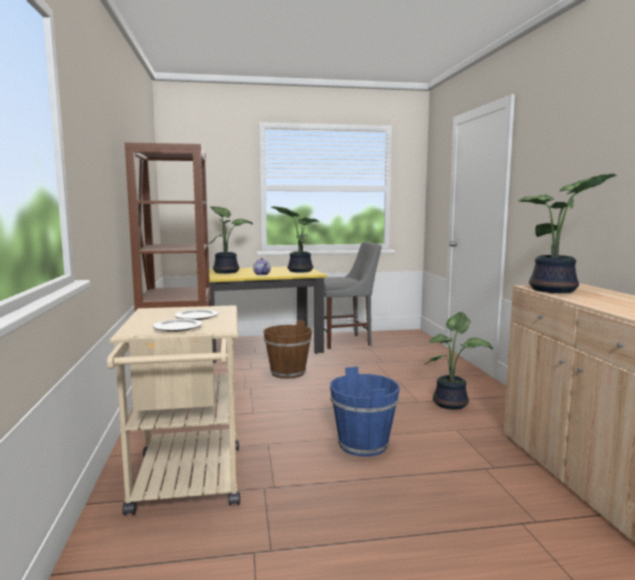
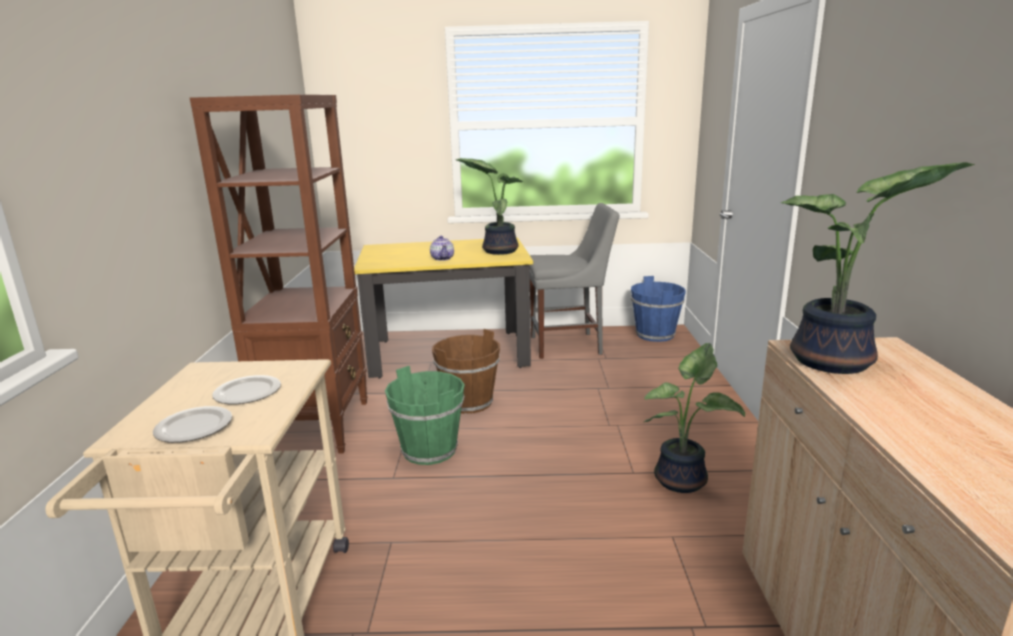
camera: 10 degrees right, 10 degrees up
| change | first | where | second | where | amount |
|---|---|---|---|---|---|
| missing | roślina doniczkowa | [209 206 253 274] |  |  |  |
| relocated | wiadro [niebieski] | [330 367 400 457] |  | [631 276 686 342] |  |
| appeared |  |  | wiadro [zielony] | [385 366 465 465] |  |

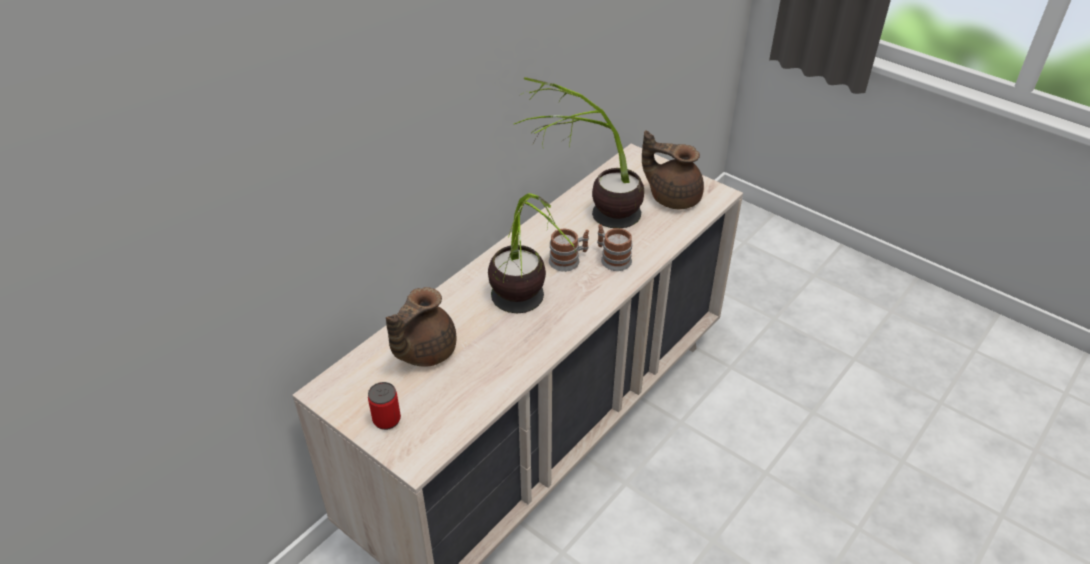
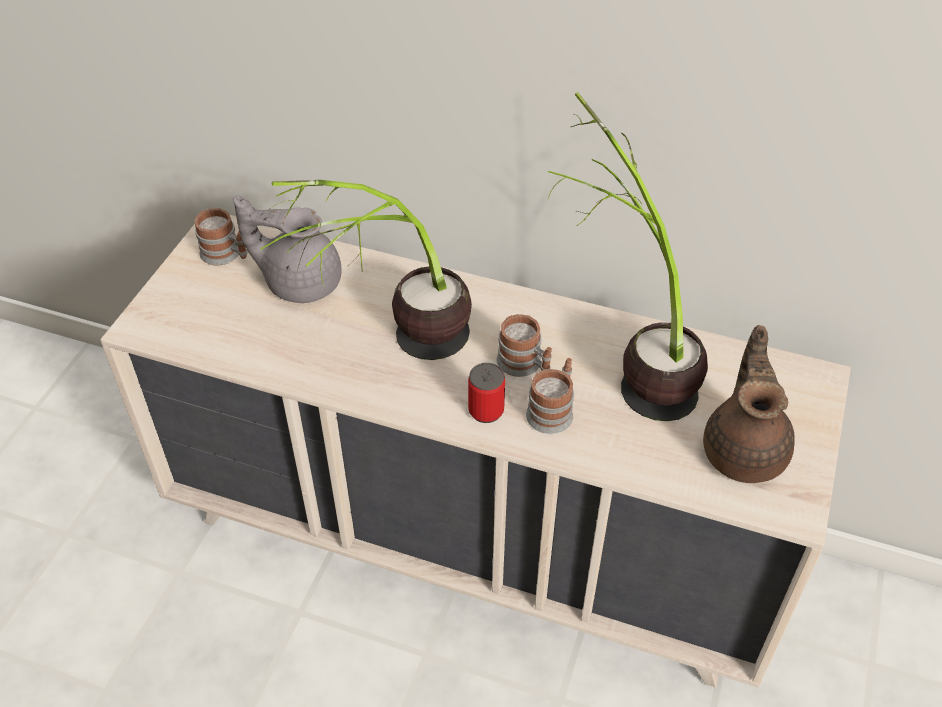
camera: 70 degrees right, 5 degrees up
| change | first | where | second | where | amount |
|---|---|---|---|---|---|
| relocated | puszka | [368 382 401 430] |  | [468 363 505 423] |  |
| colour | imbryk [brązowy] | [386 287 456 367] | imbryk [szary] | [233 195 342 303] |  |
| appeared |  |  | kubek | [195 208 247 265] |  |

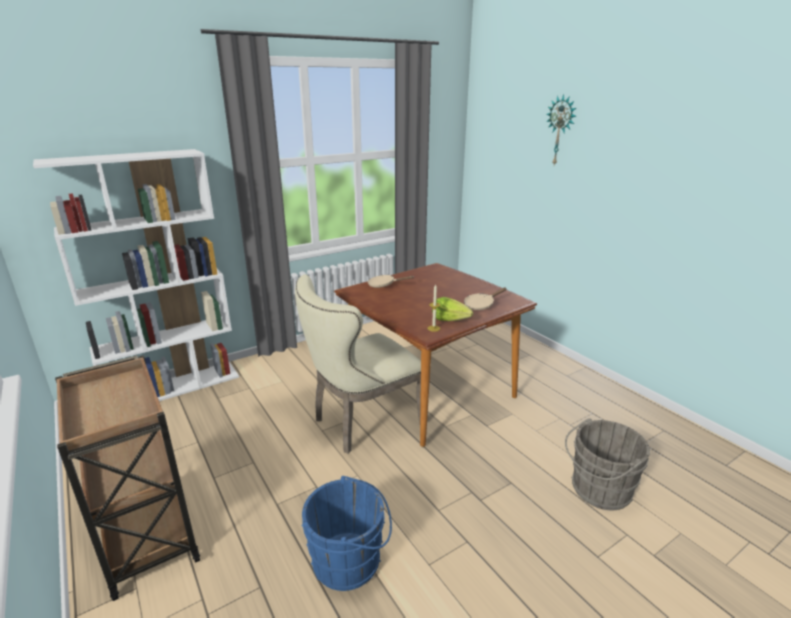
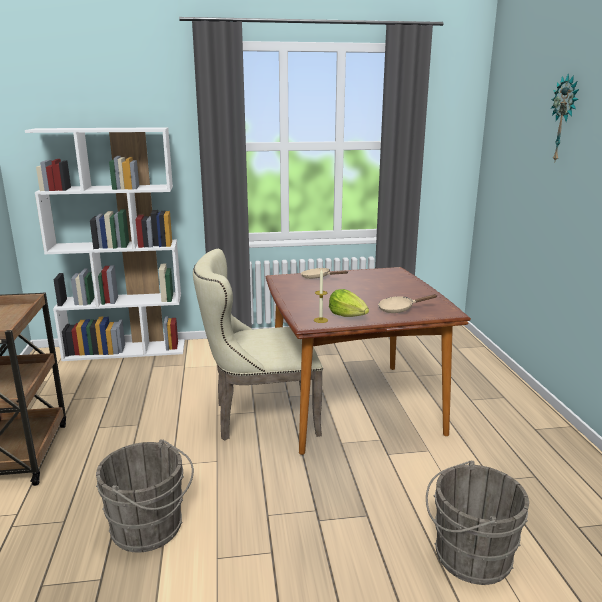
camera: 25 degrees right, 5 degrees down
| change | first | where | second | where | amount |
|---|---|---|---|---|---|
| colour | wiadro [niebieski] | [302 476 392 591] | wiadro [szary] | [96 439 194 553] |  |

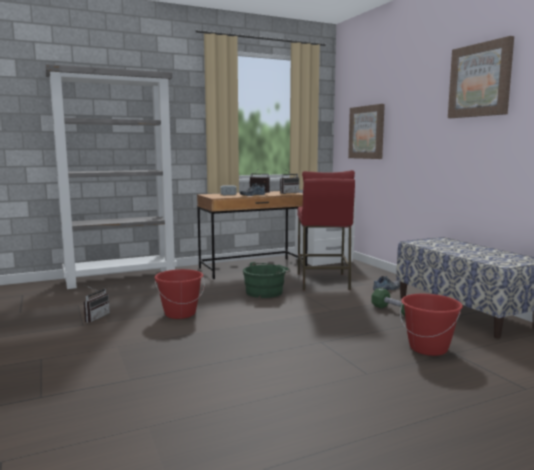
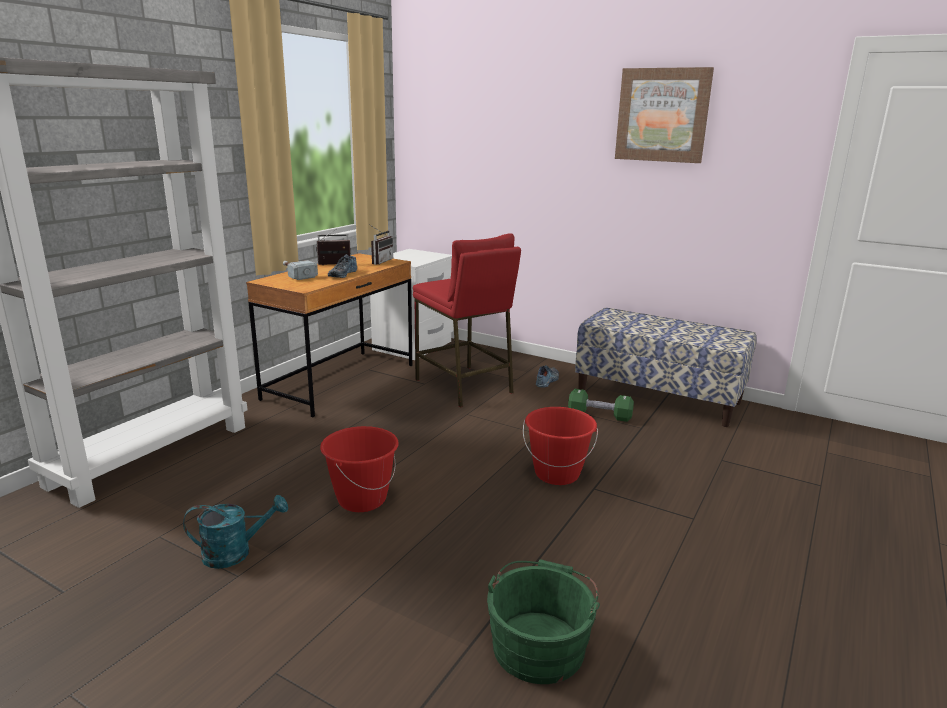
camera: 35 degrees left, 10 degrees up
| change | first | where | second | where | amount |
|---|---|---|---|---|---|
| exchanged | radio | [84 285 110 323] | konewka [turkusowy] | [183 495 288 569] |  |
| relocated | wiadro [zielony] | [243 262 290 298] |  | [487 559 600 684] |  |
| missing | obraz | [348 104 385 159] |  |  |  |
| relocated | wiadro [czerwony] | [400 294 463 356] |  | [523 407 598 485] |  |

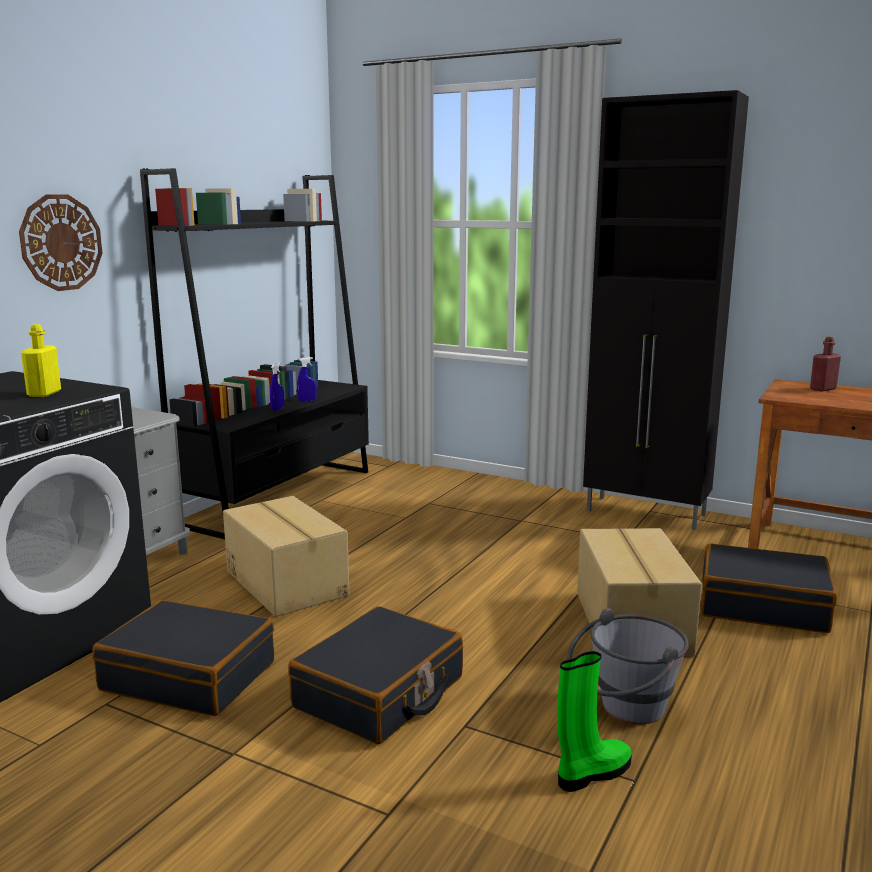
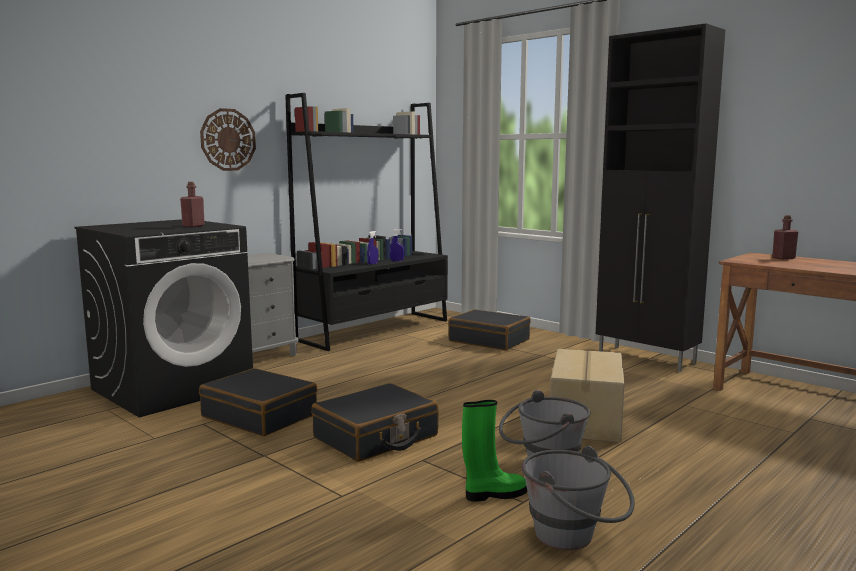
camera: 15 degrees right, 5 degrees down
| change | first | where | second | where | amount |
|---|---|---|---|---|---|
| colour | butelka [żółty] | [21 324 61 397] | butelka [czerwony] | [180 182 205 228] |  |
| missing | karton | [223 496 349 617] |  |  |  |
| relocated | walizka [czarny] | [701 543 837 633] |  | [448 309 531 350] |  |
| appeared |  |  | wiadro [szary] | [522 446 635 550] |  |

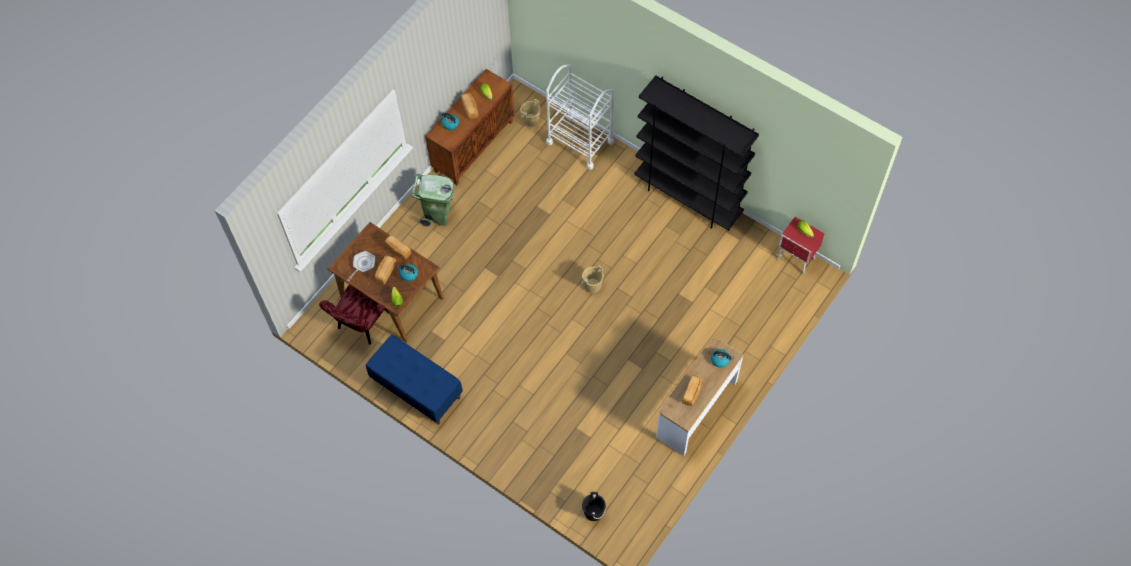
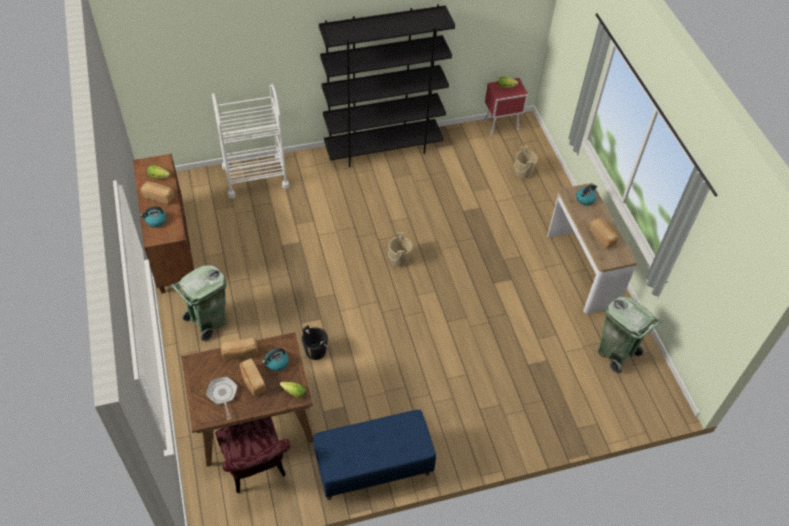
camera: 55 degrees left, 10 degrees down
| change | first | where | second | where | amount |
|---|---|---|---|---|---|
| relocated | wiadro [beżowy] | [520 99 541 127] |  | [514 146 538 178] |  |
| relocated | wiadro [czarny] | [582 492 606 521] |  | [302 325 328 360] |  |
| appeared |  |  | kosz na śmieci [zielony] | [597 296 662 374] |  |

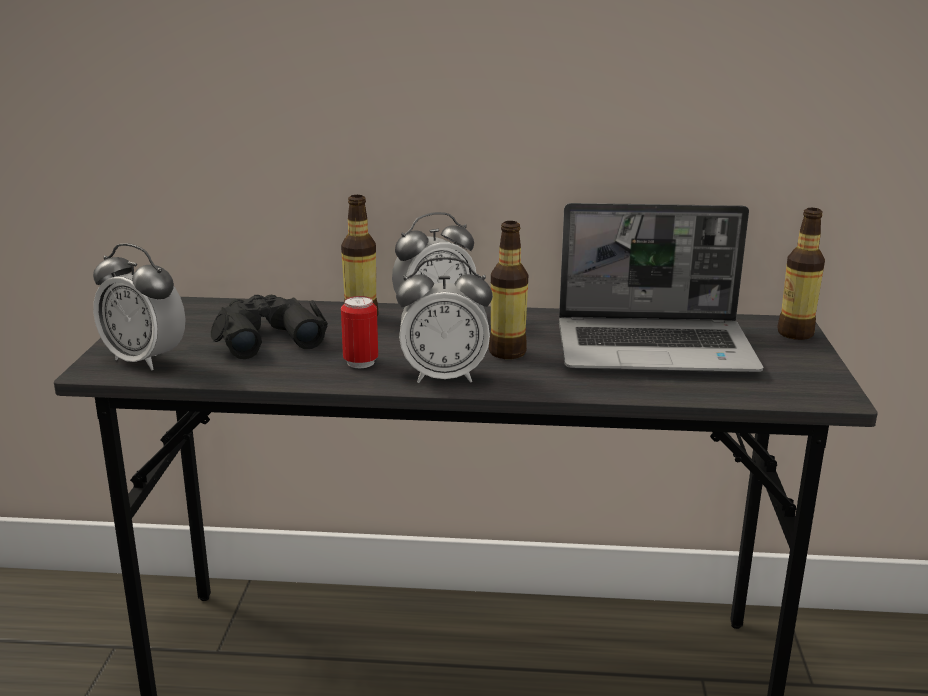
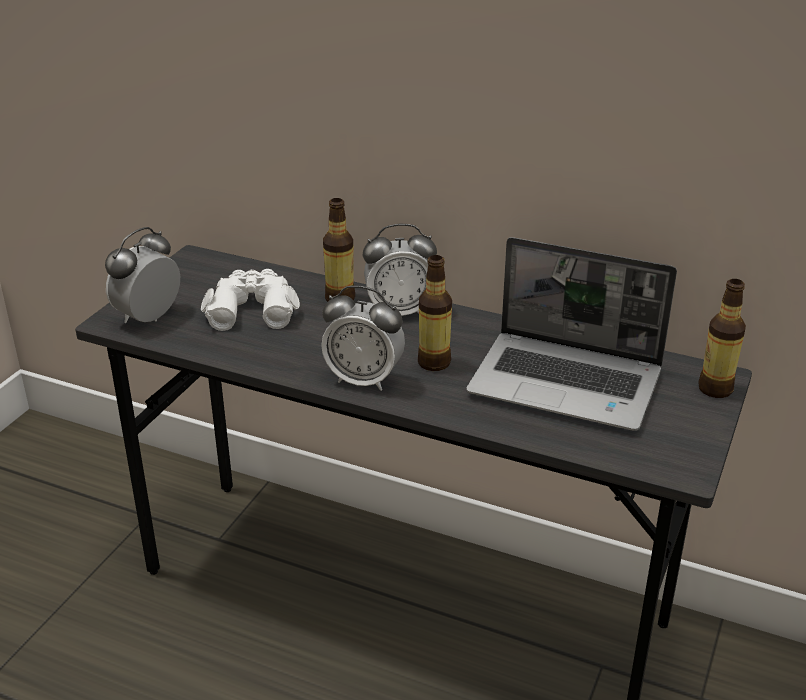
camera: 20 degrees right, 10 degrees up
| change | first | where | second | where | amount |
|---|---|---|---|---|---|
| spun | budzik | [93 243 186 370] |  | [105 227 180 323] | 75 degrees clockwise |
| colour | lornetka [czarny] | [211 295 328 359] | lornetka [biały] | [201 269 300 331] |  |
| missing | puszka | [341 296 378 368] |  |  |  |

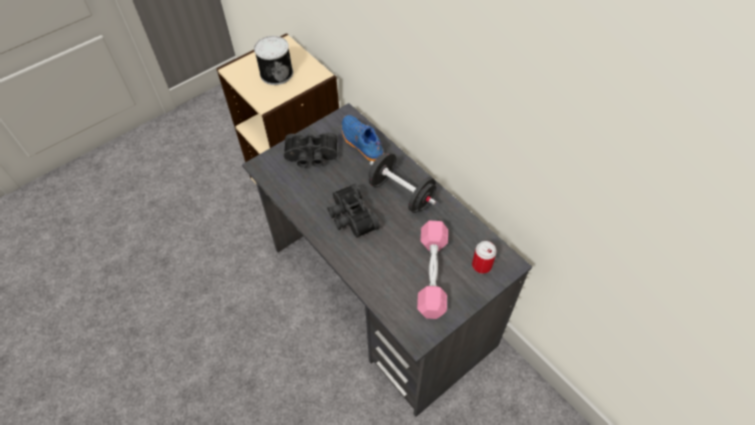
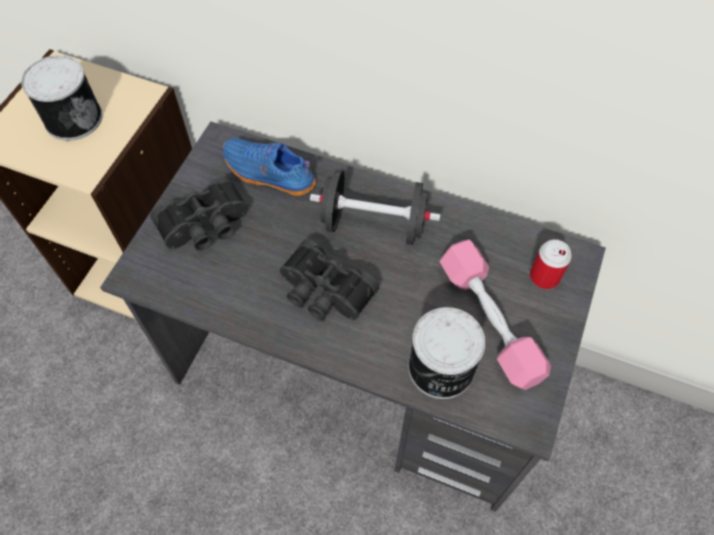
camera: 30 degrees left, 5 degrees up
| change | first | where | second | where | amount |
|---|---|---|---|---|---|
| appeared |  |  | puszka | [408 307 485 399] |  |

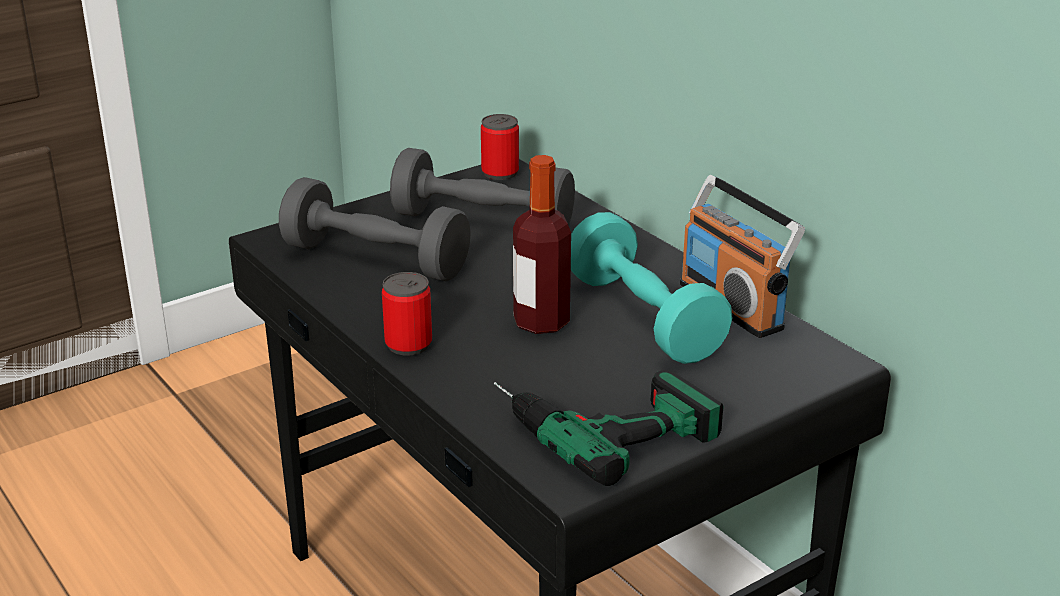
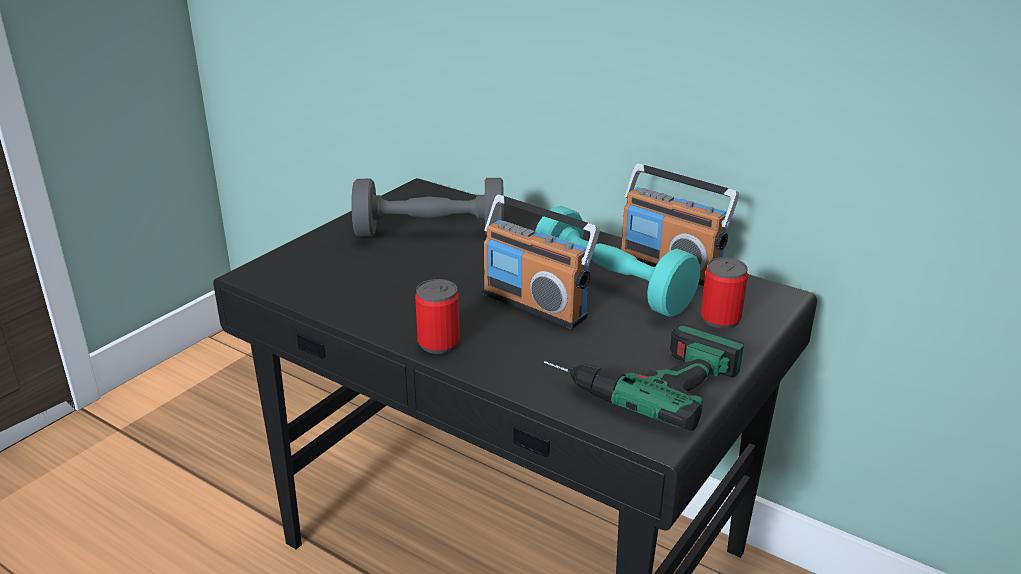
camera: 20 degrees left, 0 degrees up
| change | first | where | second | where | amount |
|---|---|---|---|---|---|
| missing | hantel [szary] | [279 177 471 282] |  |  |  |
| relocated | puszka | [481 114 519 180] |  | [701 257 748 329] |  |
| exchanged | butelka | [513 155 571 334] | radio | [483 195 600 329] |  |

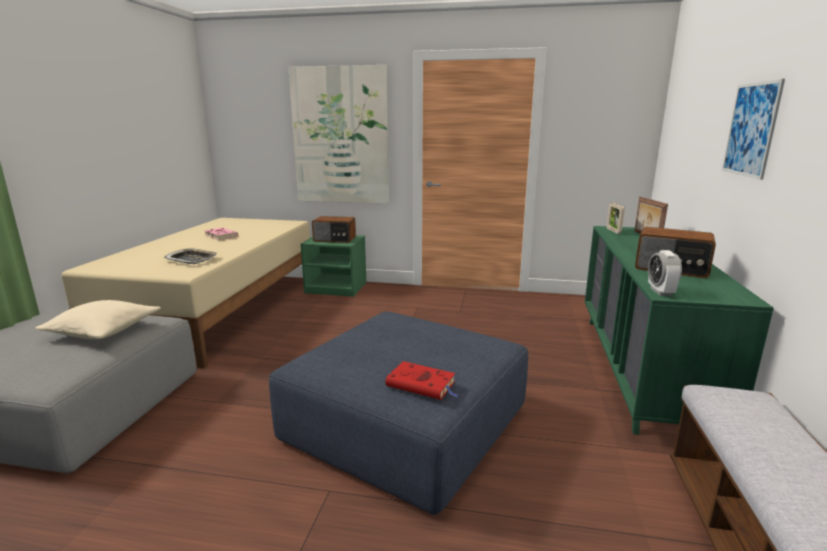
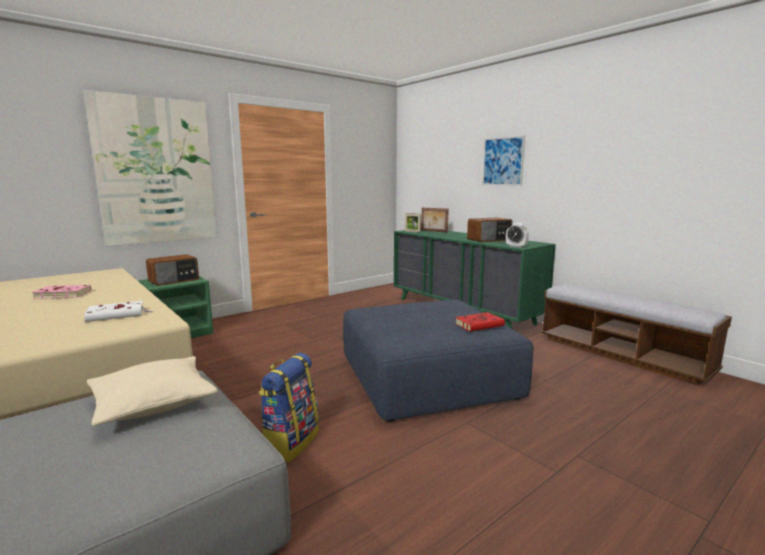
camera: 50 degrees left, 5 degrees down
| change | first | where | second | where | amount |
|---|---|---|---|---|---|
| exchanged | taca | [164 249 218 264] | książka [biały] | [84 301 153 322] |  |
| appeared |  |  | plecak | [259 353 319 462] |  |

